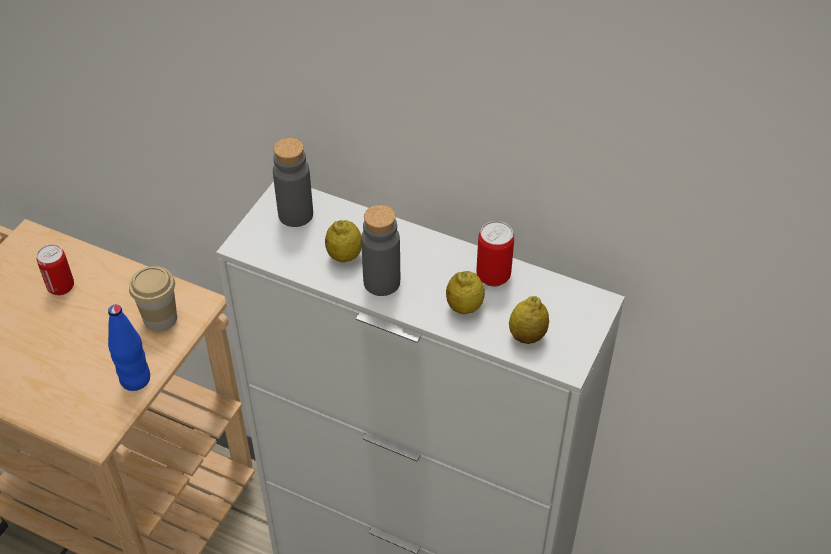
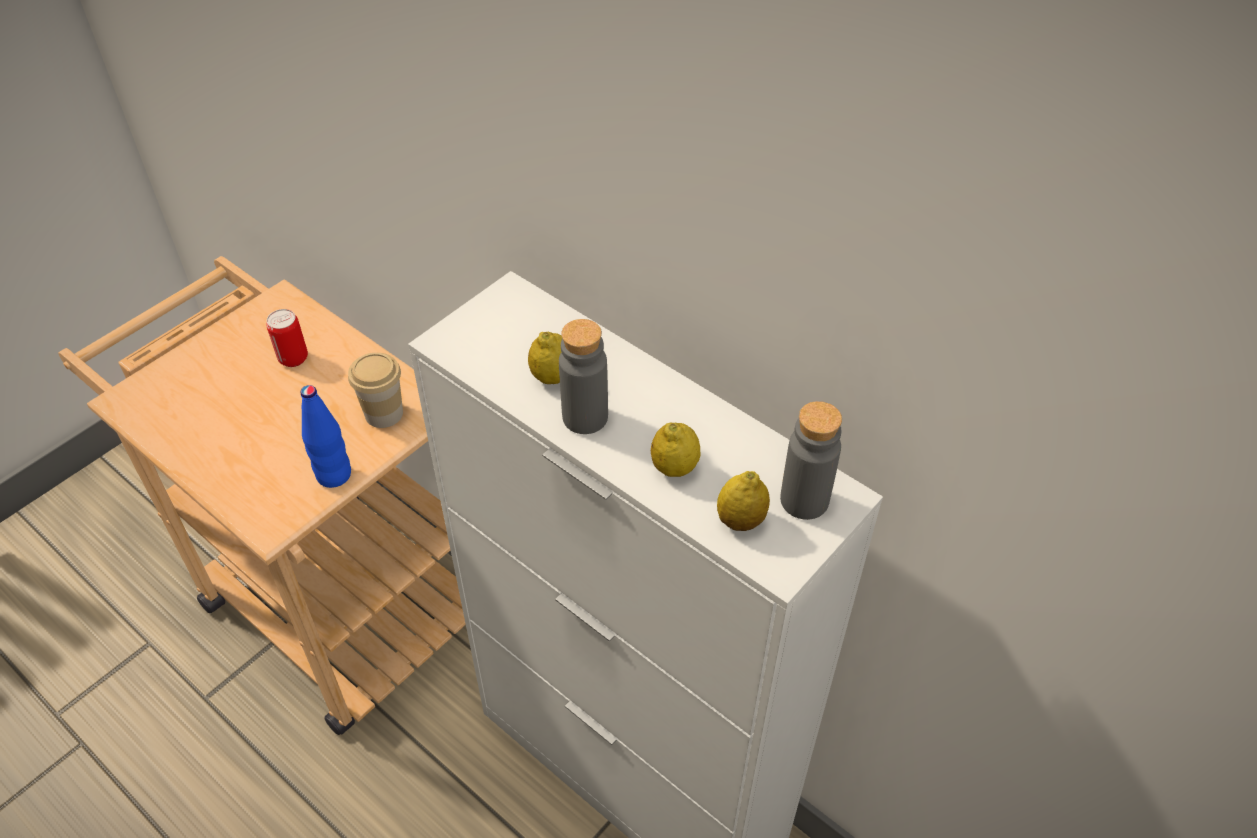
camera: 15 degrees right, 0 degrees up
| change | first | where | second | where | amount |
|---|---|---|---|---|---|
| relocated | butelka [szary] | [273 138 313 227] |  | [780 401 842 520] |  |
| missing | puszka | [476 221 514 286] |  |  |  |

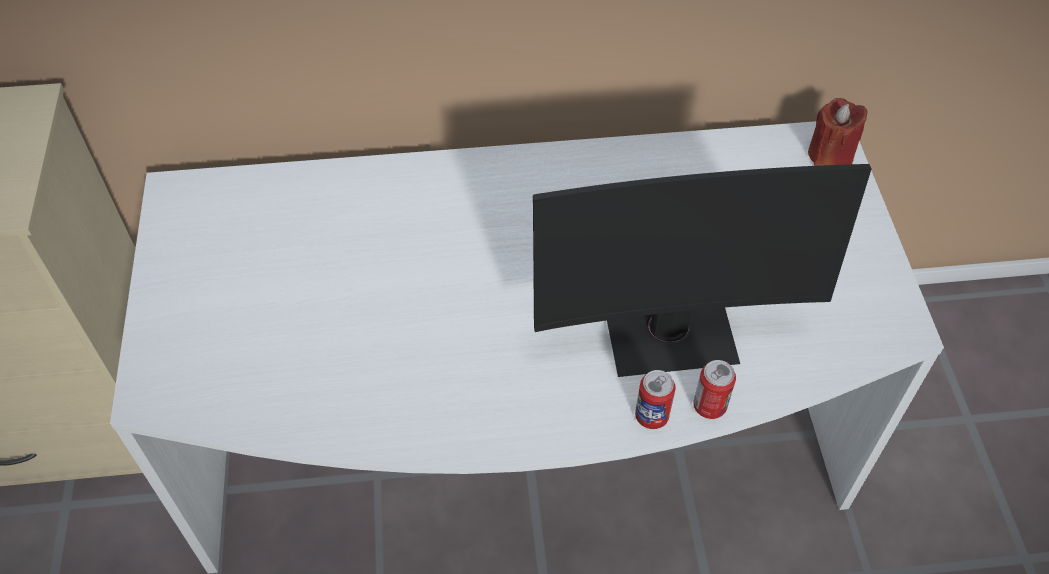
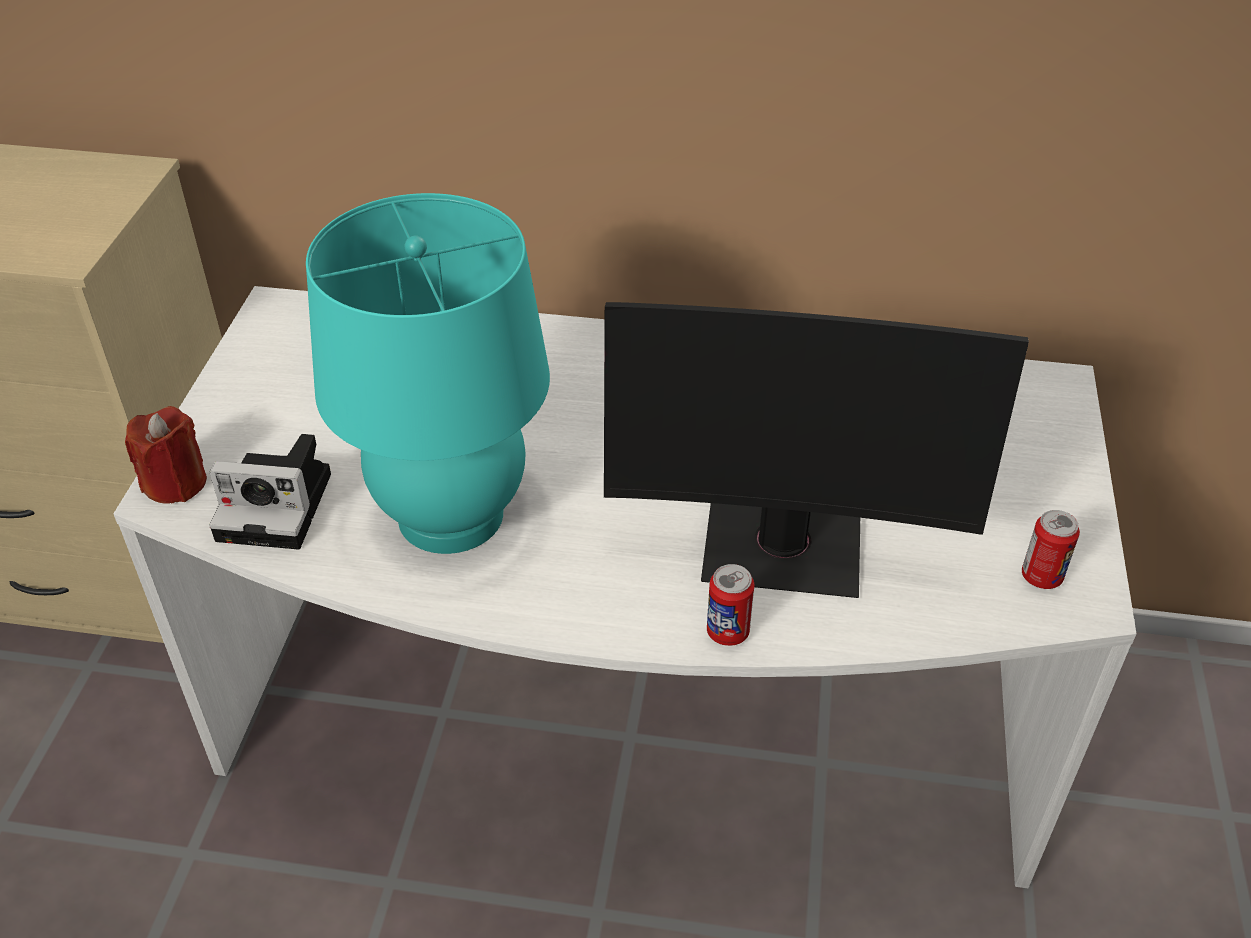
camera: 15 degrees right, 10 degrees down
| change | first | where | second | where | amount |
|---|---|---|---|---|---|
| relocated | puszka | [693 360 736 419] |  | [1022 510 1080 589] |  |
| relocated | świeca [czerwony] | [808 98 867 166] |  | [125 406 207 504] |  |
| appeared |  |  | aparat fotograficzny | [209 434 331 550] |  |
| appeared |  |  | lampa stołowa [turkusowy] | [306 193 550 554] |  |

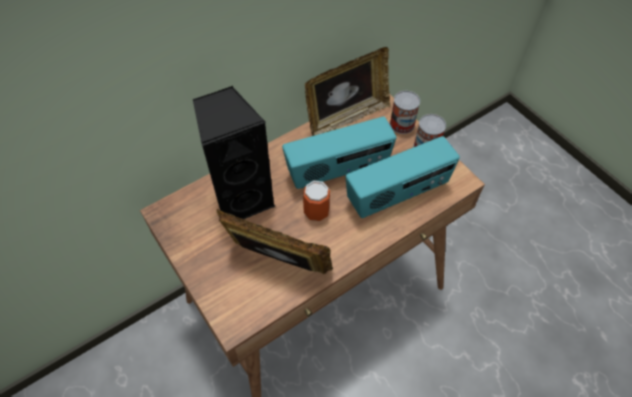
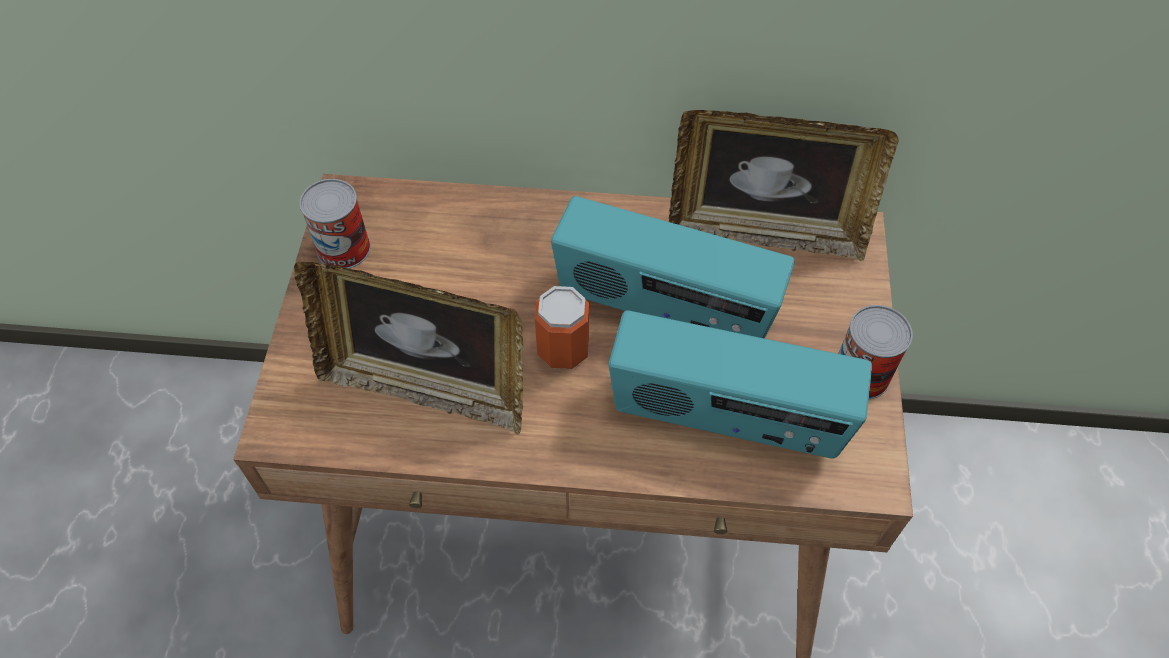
camera: 40 degrees right, 0 degrees up
| change | first | where | second | where | amount |
|---|---|---|---|---|---|
| missing | głośnik [czarny] | [193 86 275 219] |  |  |  |
| spun | ramka na zdjęcie | [217 209 333 274] |  | [294 262 523 435] | 135 degrees clockwise |
| relocated | puszka | [390 91 420 134] |  | [299 179 371 269] |  |

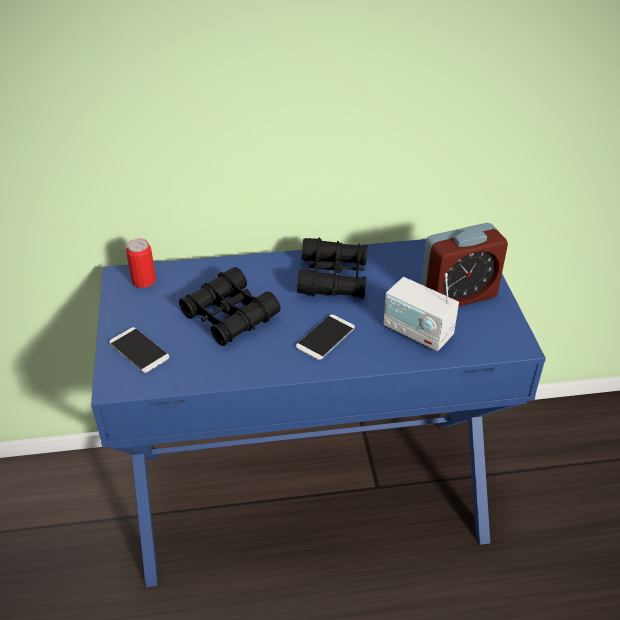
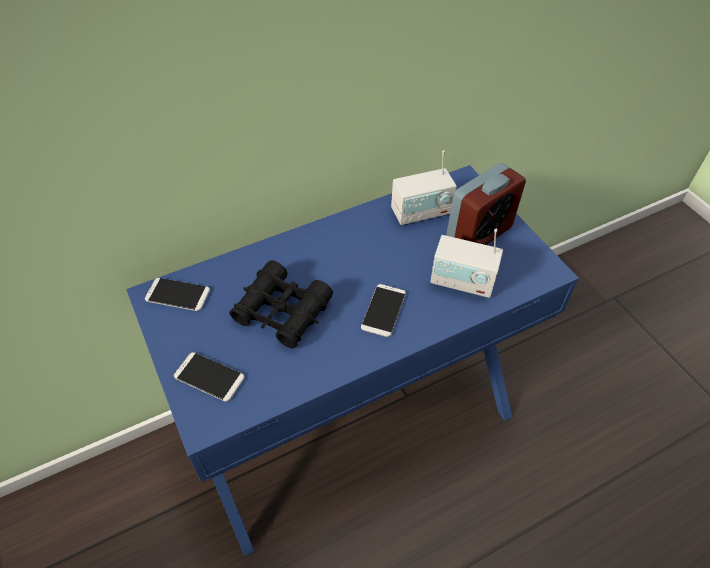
camera: 20 degrees left, 10 degrees up
| change | first | where | second | where | amount |
|---|---|---|---|---|---|
| exchanged | puszka | [126 238 156 288] | telefon | [145 278 210 311] |  |
| missing | lornetka [czarny] | [297 237 367 298] |  |  |  |
| appeared |  |  | radio | [391 150 457 225] |  |

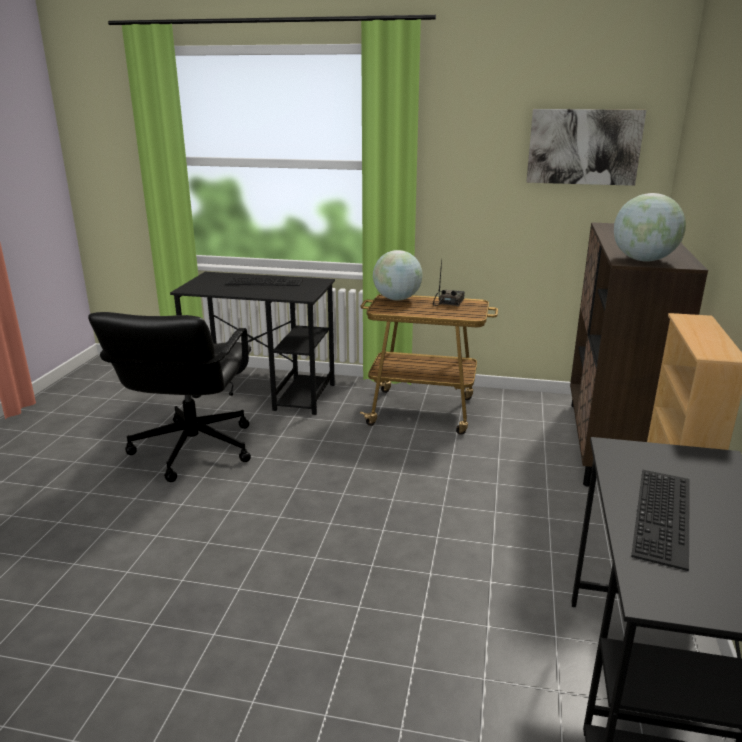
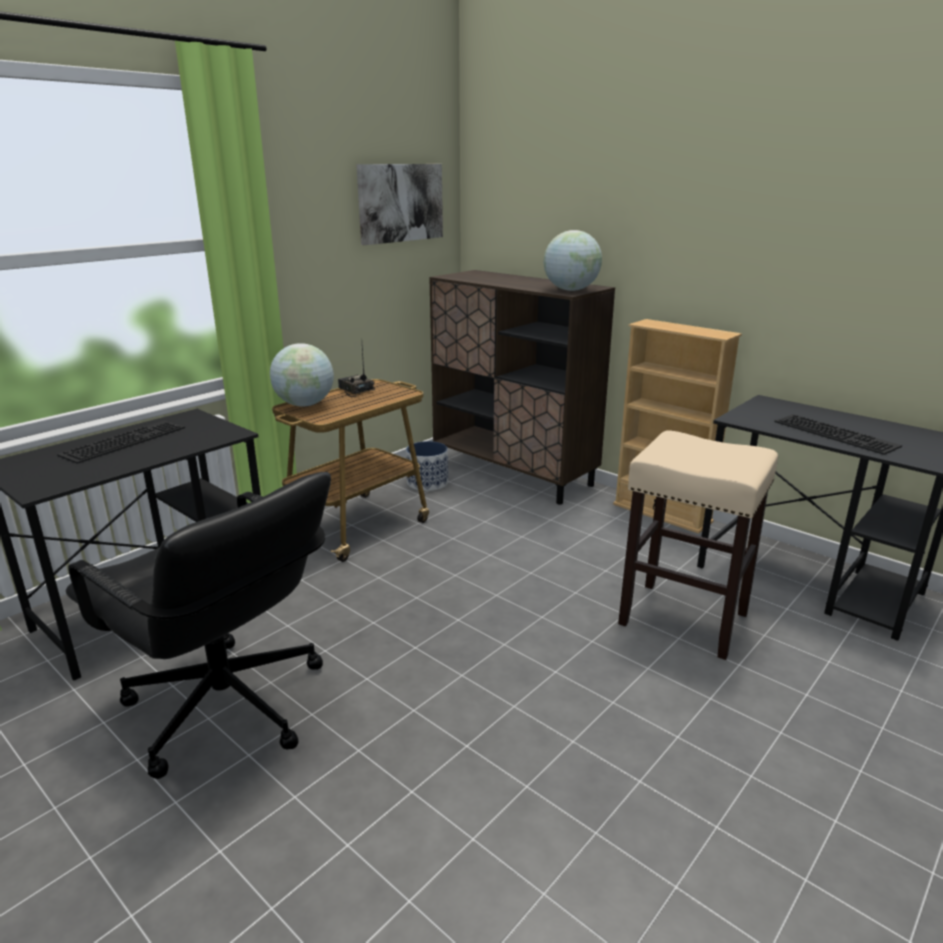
camera: 60 degrees left, 0 degrees up
| change | first | where | second | where | amount |
|---|---|---|---|---|---|
| appeared |  |  | donica | [406 441 448 491] |  |
| appeared |  |  | stołek [beżowy] | [618 430 778 660] |  |

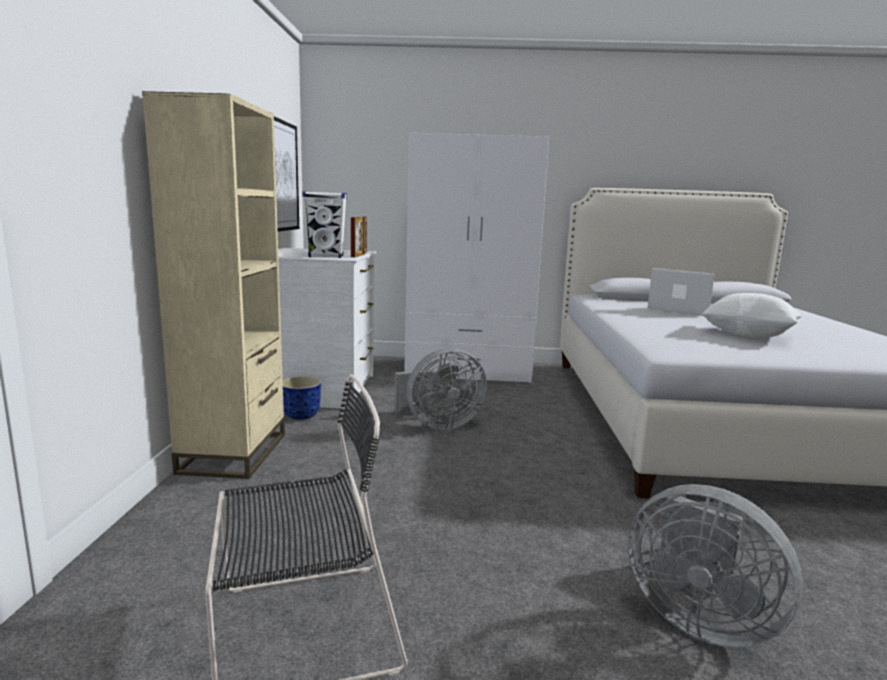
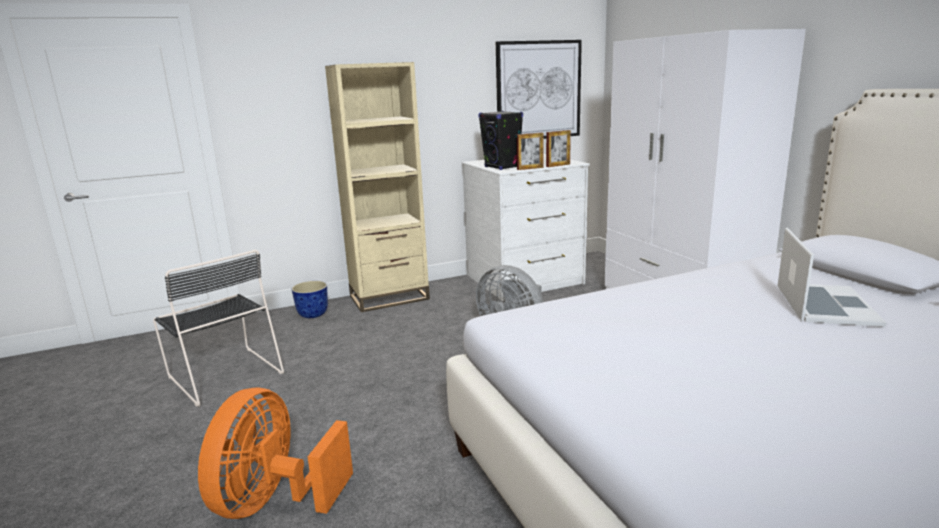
camera: 65 degrees right, 5 degrees up
| change | first | where | second | where | amount |
|---|---|---|---|---|---|
| relocated | donica | [283 376 321 420] |  | [292 281 328 318] |  |
| colour | głośnik [biały] | [302 191 347 258] | głośnik [czarny] | [478 111 523 170] |  |
| colour | wentylator [szary] | [628 484 803 648] | wentylator [pomarańczowy] | [198 387 353 519] |  |
| missing | poduszka [biały] | [702 293 802 338] |  |  |  |

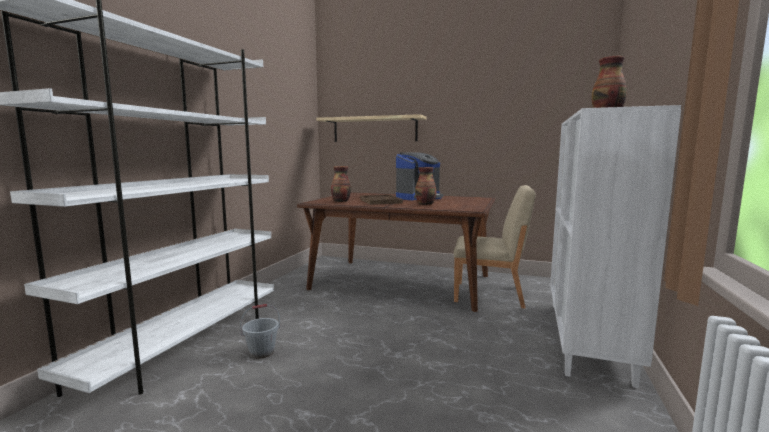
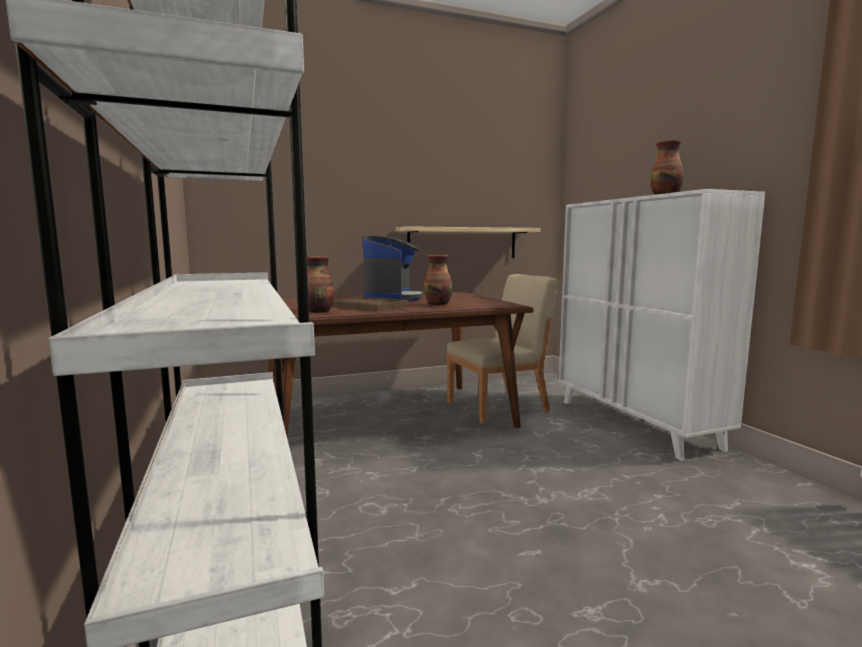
camera: 40 degrees left, 0 degrees up
| change | first | where | second | where | amount |
|---|---|---|---|---|---|
| missing | wiadro [szary] | [240 304 280 359] |  |  |  |
| relocated | półka | [316 114 426 142] |  | [396 226 541 258] |  |

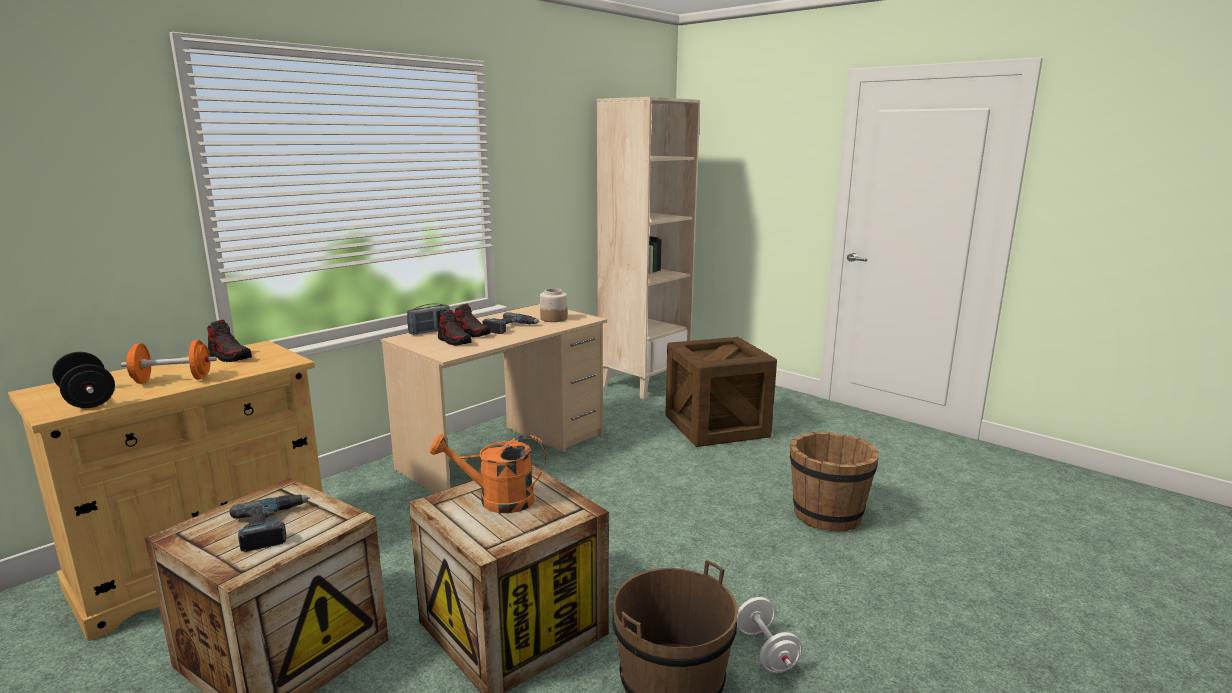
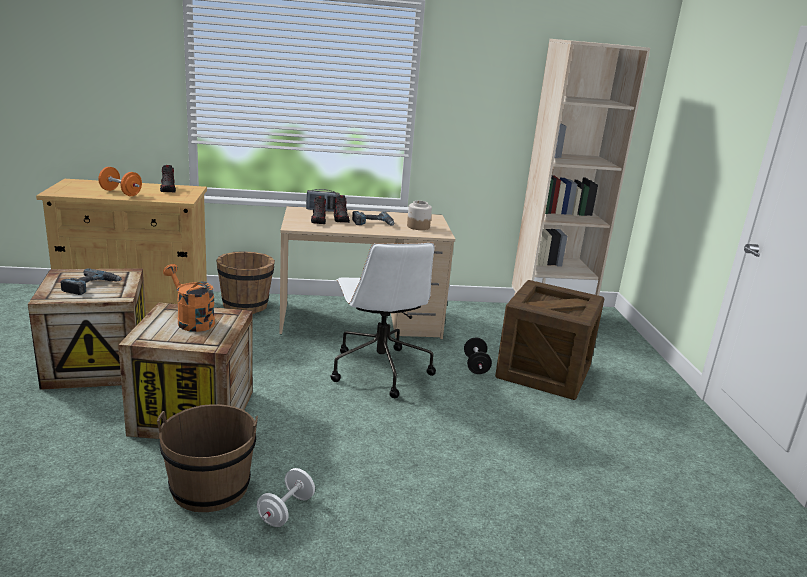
camera: 40 degrees right, 5 degrees up
| change | first | where | second | where | amount |
|---|---|---|---|---|---|
| relocated | hantel [czarny] | [52 352 115 408] |  | [464 338 492 374] |  |
| relocated | wiadro [brązowy] | [790 432 879 531] |  | [216 251 275 314] |  |
| appeared |  |  | krzesło biurowe [biały] | [330 242 436 398] |  |

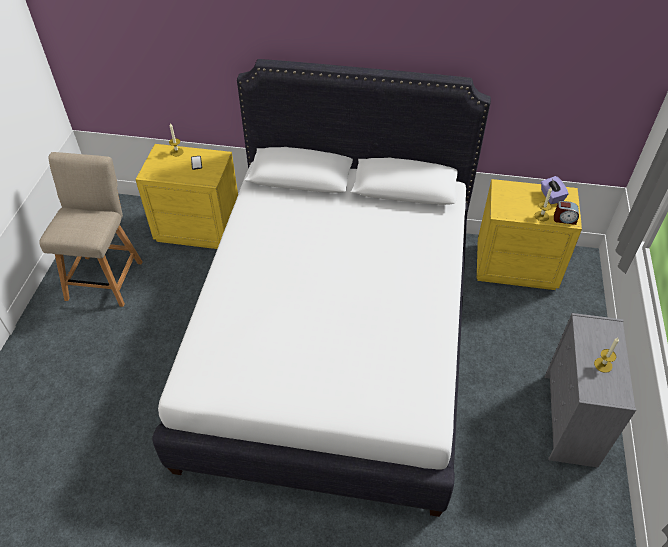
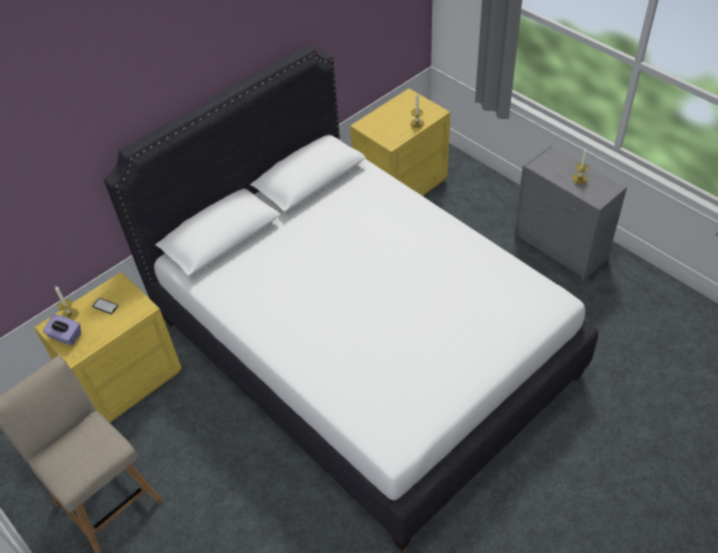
camera: 50 degrees left, 0 degrees up
| change | first | where | second | where | amount |
|---|---|---|---|---|---|
| relocated | pudełko chusteczek [fioletowy] | [541 176 569 204] |  | [43 314 81 345] |  |
| missing | budzik | [554 201 579 225] |  |  |  |

